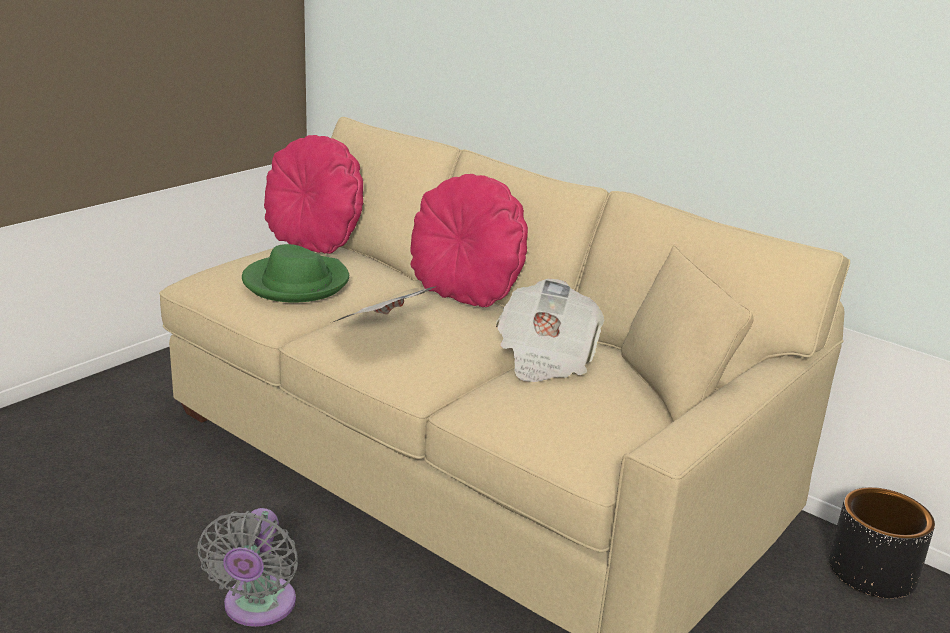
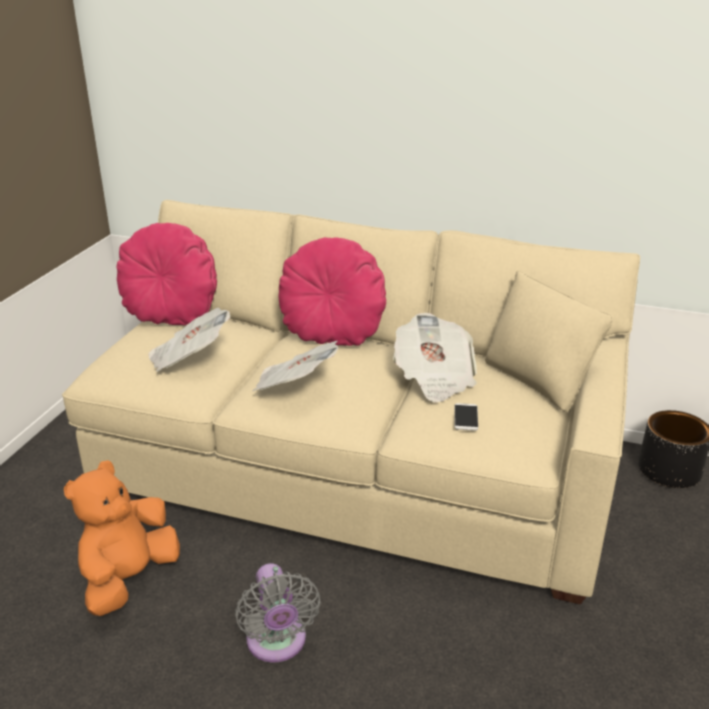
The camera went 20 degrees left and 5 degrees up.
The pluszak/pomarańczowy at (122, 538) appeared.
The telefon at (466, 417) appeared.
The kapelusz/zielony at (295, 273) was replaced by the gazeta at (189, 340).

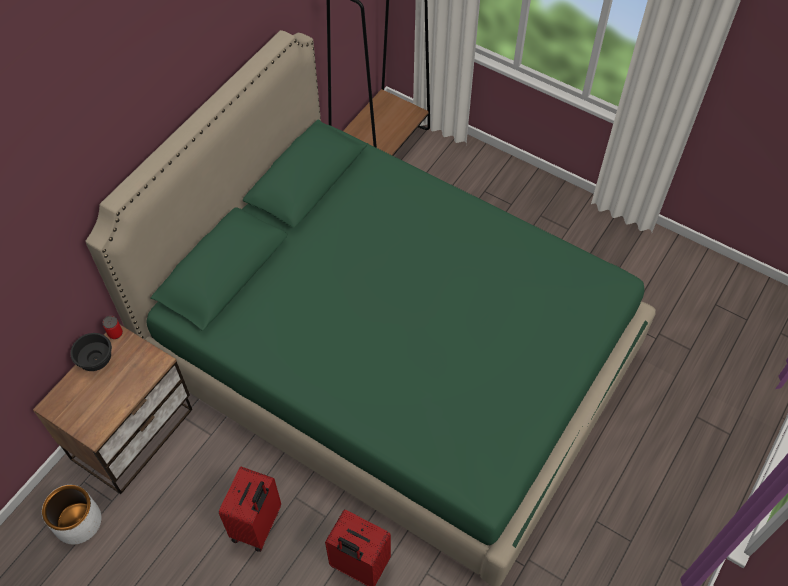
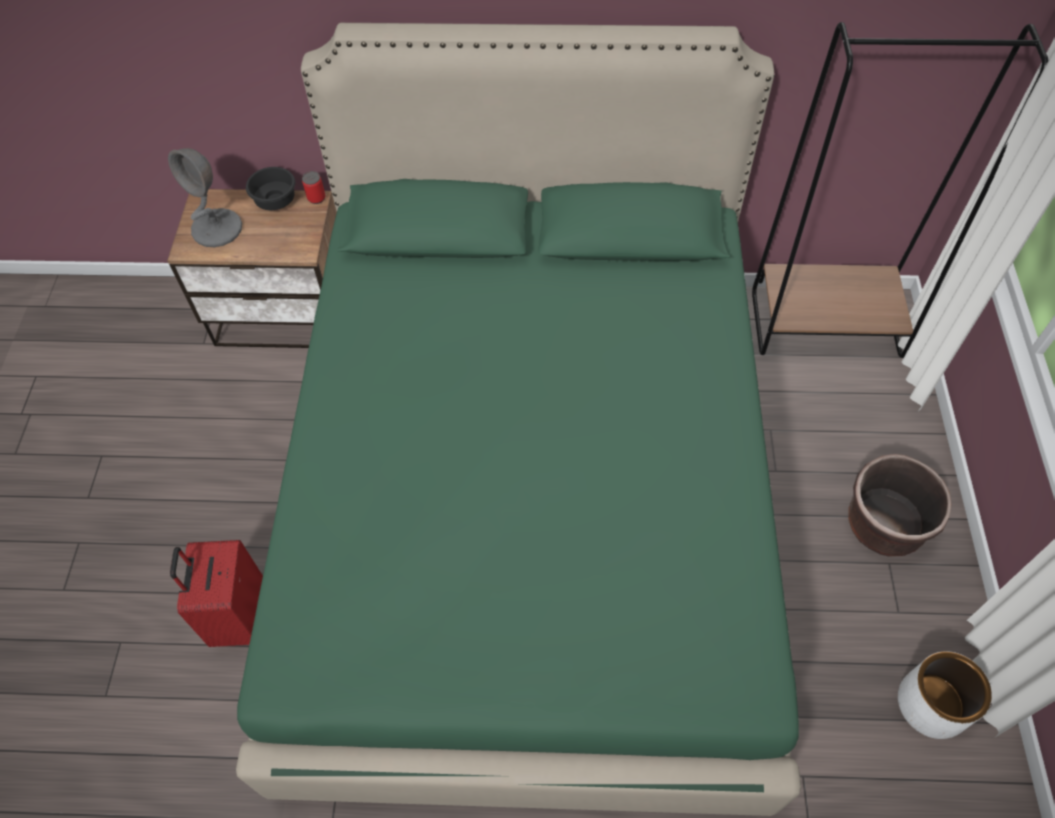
The camera went 60 degrees right and 0 degrees up.
The walizka/czerwony at (250, 509) disappeared.
The lampa stołowa/szary at (205, 197) appeared.
The donica/brązowy at (899, 505) appeared.
The donica/biały moved from (72, 515) to (945, 695).

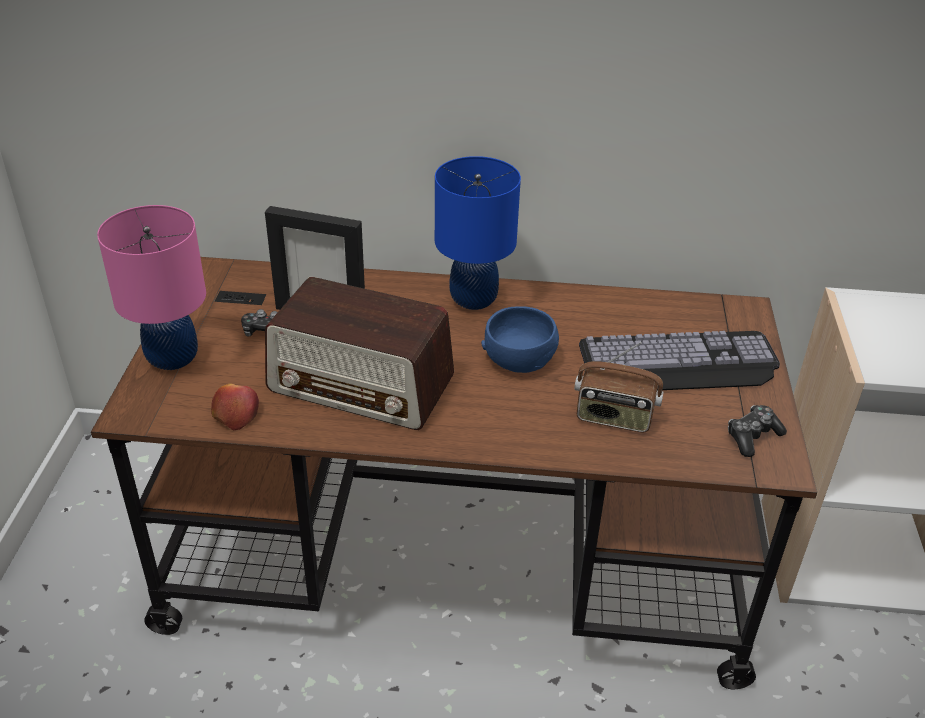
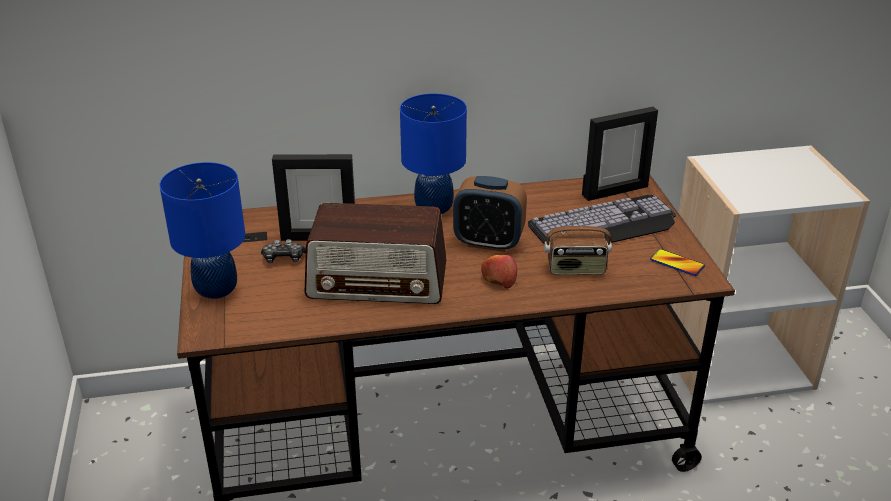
The camera went 15 degrees left and 5 degrees down.
The ramka na zdjęcie at (620, 154) appeared.
The jabłko moved from (235, 407) to (499, 272).
The miska/niebieski at (520, 339) was replaced by the budzik at (490, 214).
The pad do gier at (757, 431) was replaced by the telefon at (677, 262).
The lampa stołowa/różowy at (151, 287) became the lampa stołowa/niebieski at (202, 230).

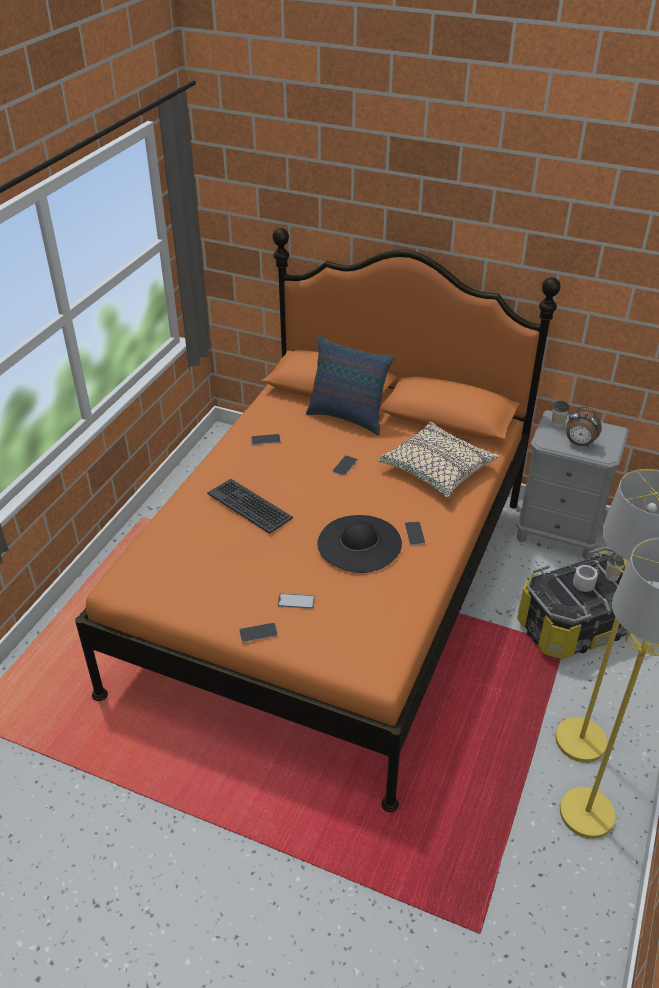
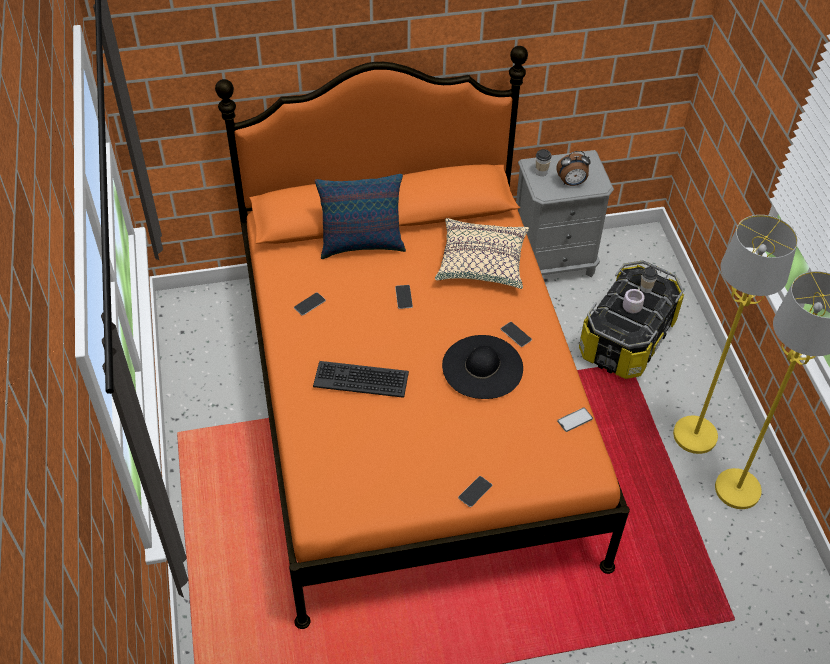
The camera went 35 degrees left and 10 degrees up.
The telefon moved from (296, 601) to (575, 420).

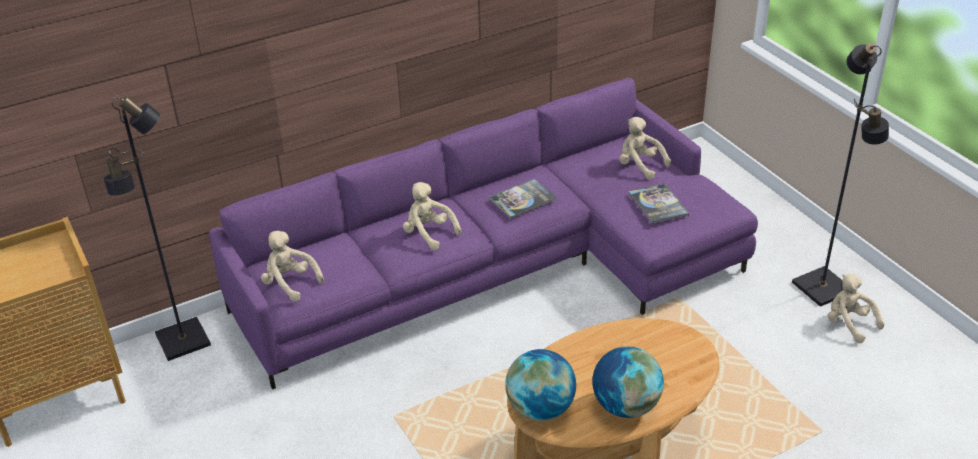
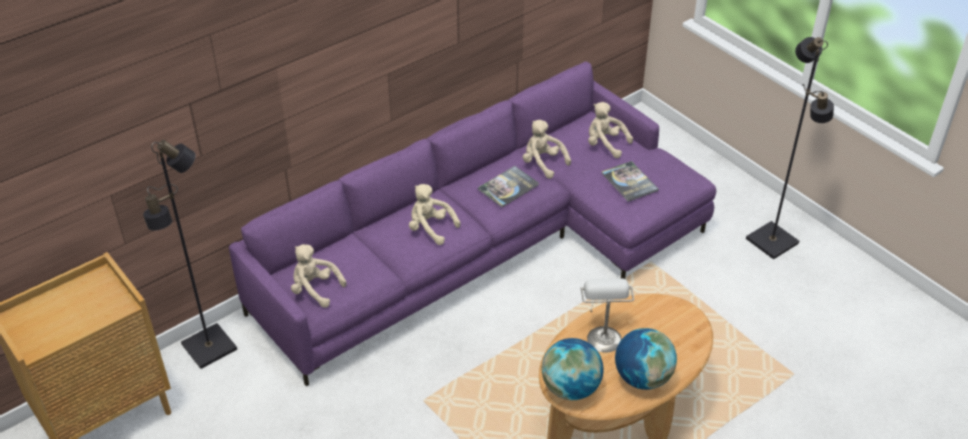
The camera went 10 degrees left and 5 degrees up.
The lampa stołowa/biały at (607, 315) appeared.
The pluszak/beżowy moved from (856, 308) to (547, 149).

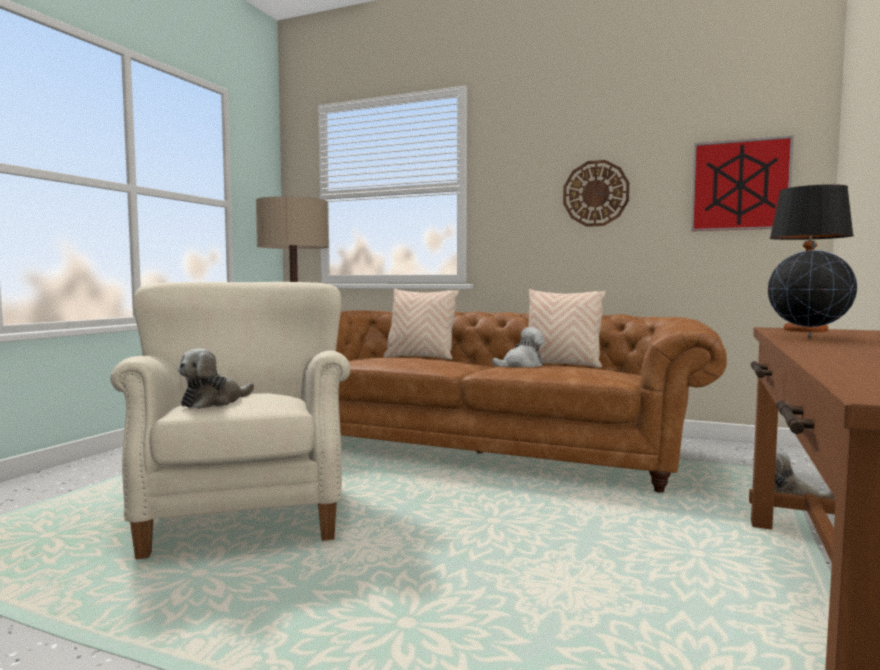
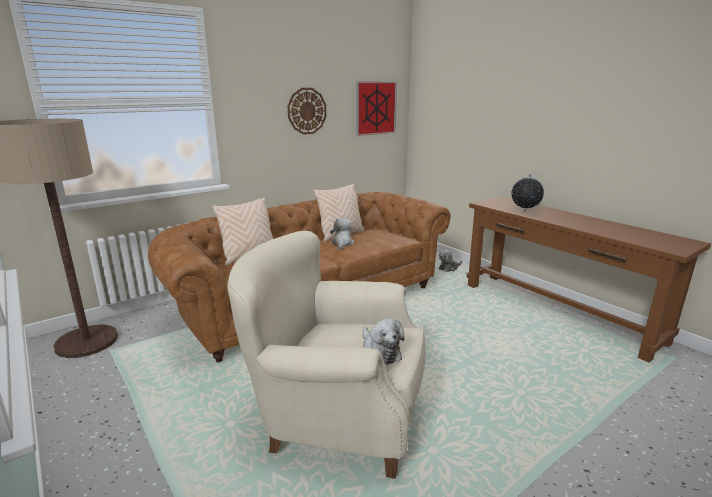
The camera went 60 degrees left and 15 degrees up.
The lampa stołowa at (812, 258) disappeared.

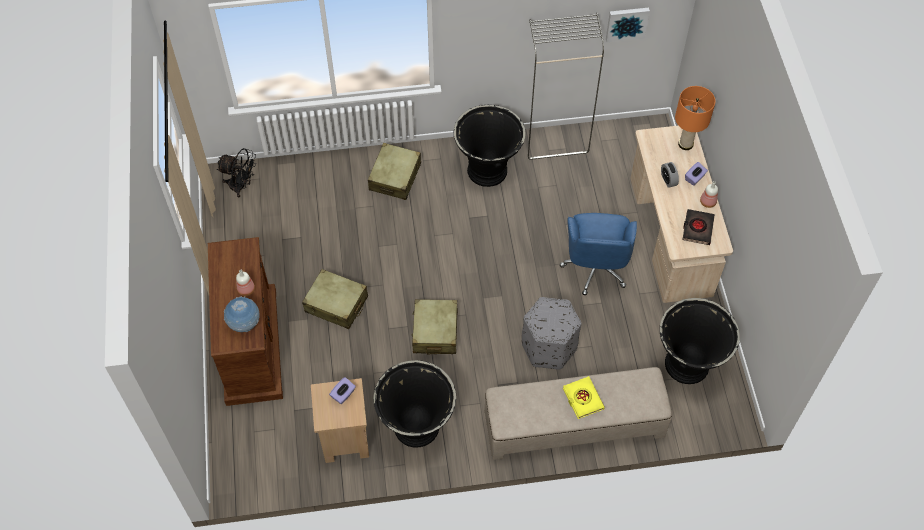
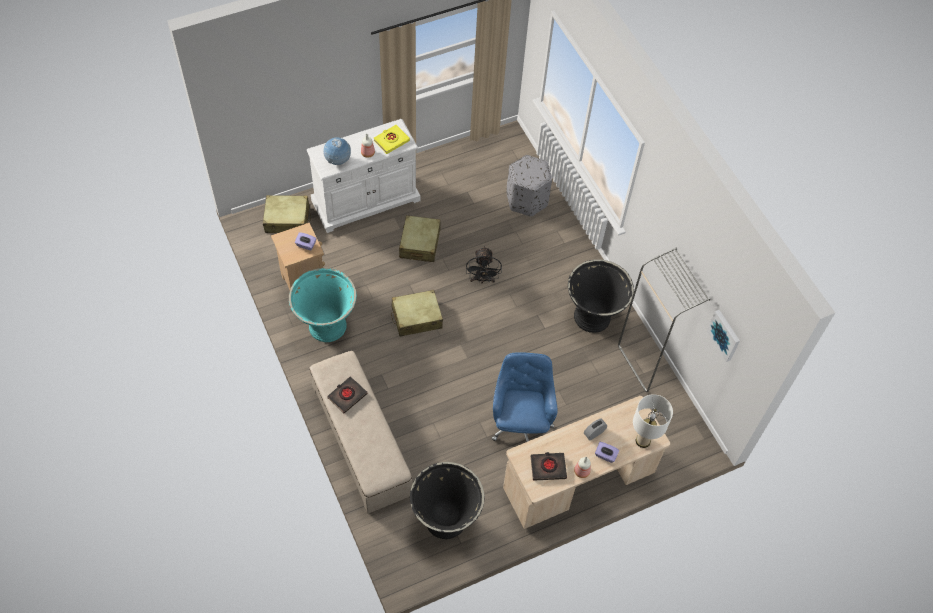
The camera went 70 degrees right and 0 degrees up.
The książka/czarny at (347, 394) appeared.
The wentylator/czarny moved from (236, 173) to (484, 265).
The walizka/beżowy moved from (394, 171) to (287, 214).
The pufa/szary moved from (551, 333) to (529, 185).
The książka/żółty moved from (584, 397) to (392, 139).
The komoda/brązowy at (245, 321) became the komoda/biały at (363, 176).
The donica/czarny at (414, 403) became the donica/turkusowy at (322, 305).
The lampa stołowa/pomarańczowy at (695, 118) became the lampa stołowa/biały at (653, 421).
The krzesło biurowe/niebieski at (598, 254) turned 105 degrees clockwise.

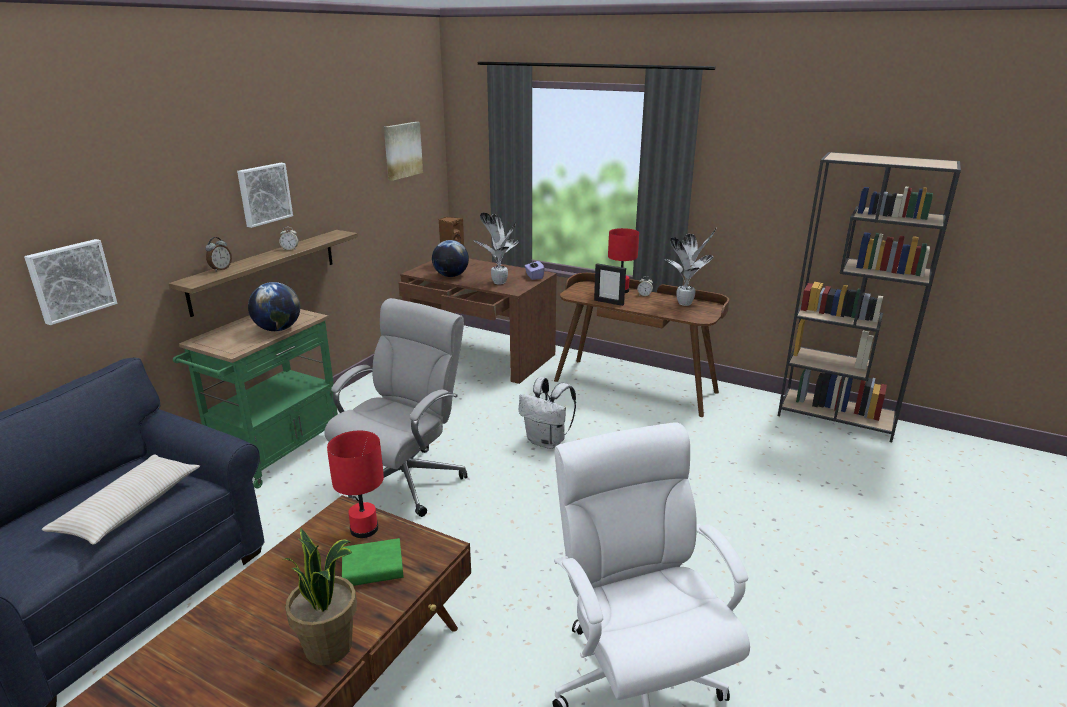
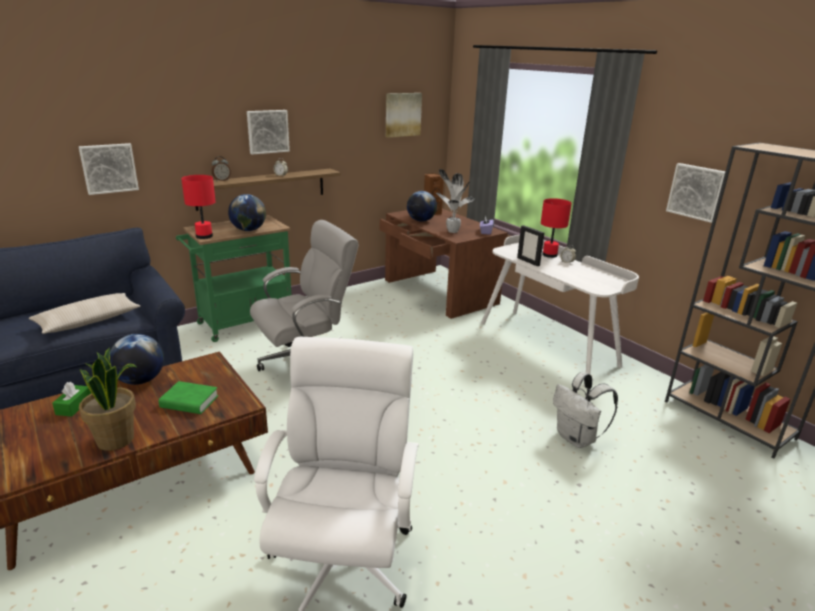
The camera went 25 degrees right and 0 degrees up.
The roślina doniczkowa at (691, 266) disappeared.
The pudełko chusteczek/zielony at (71, 399) appeared.
The globus at (137, 359) appeared.
The obraz at (695, 193) appeared.
The lampa stołowa/czerwony moved from (355, 484) to (198, 207).
The plecak/biały moved from (547, 413) to (585, 410).
The biurko/brązowy at (642, 345) became the biurko/biały at (560, 304).

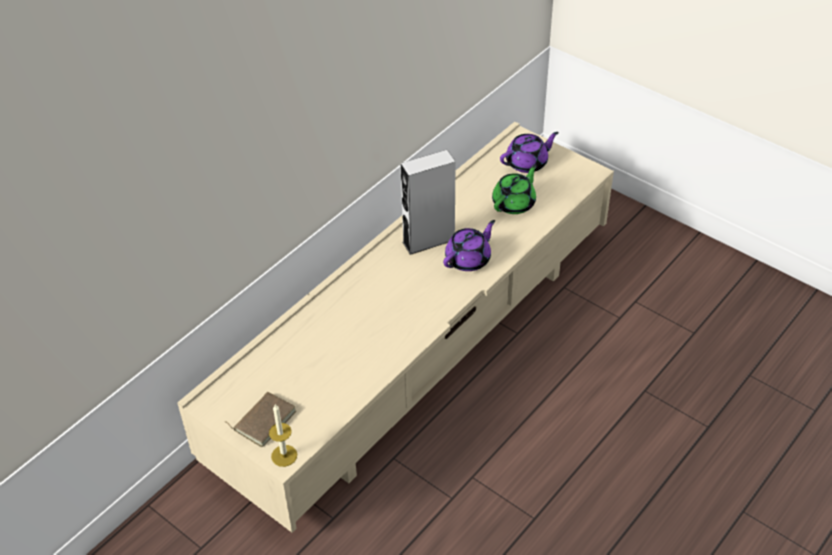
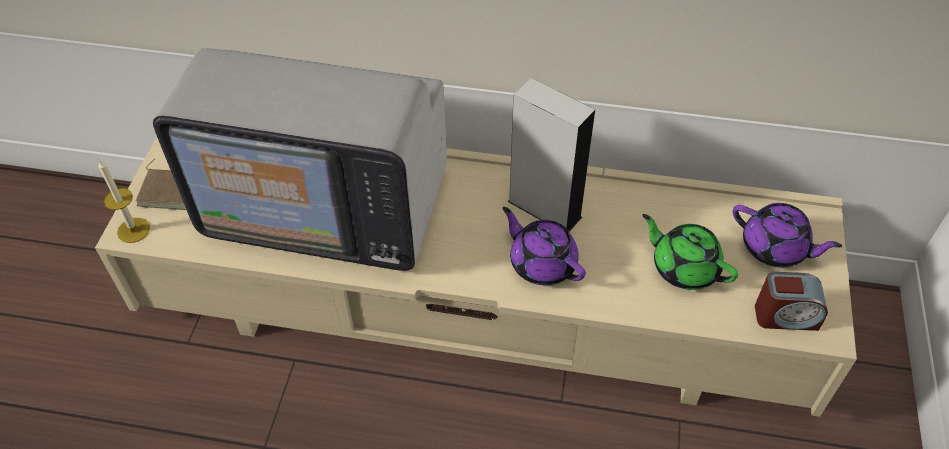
The camera went 60 degrees right and 5 degrees up.
The telewizor at (300, 159) appeared.
The budzik at (791, 301) appeared.
The imbryk/fioletowy at (469, 245) turned 150 degrees counterclockwise.
The imbryk/zielony at (514, 189) turned 150 degrees counterclockwise.

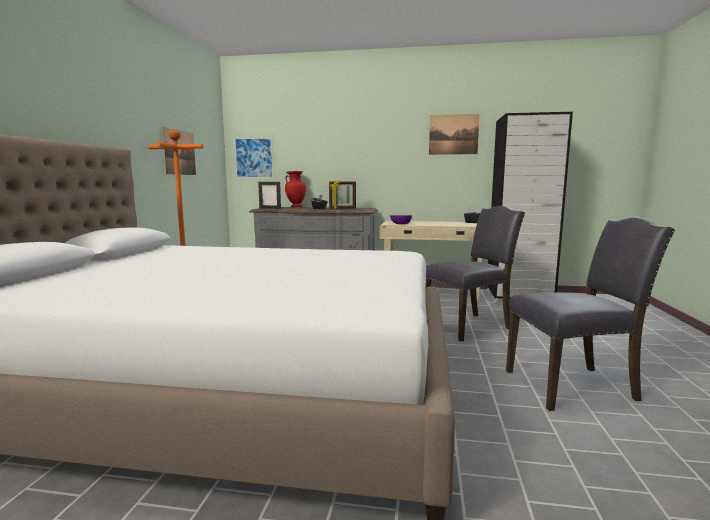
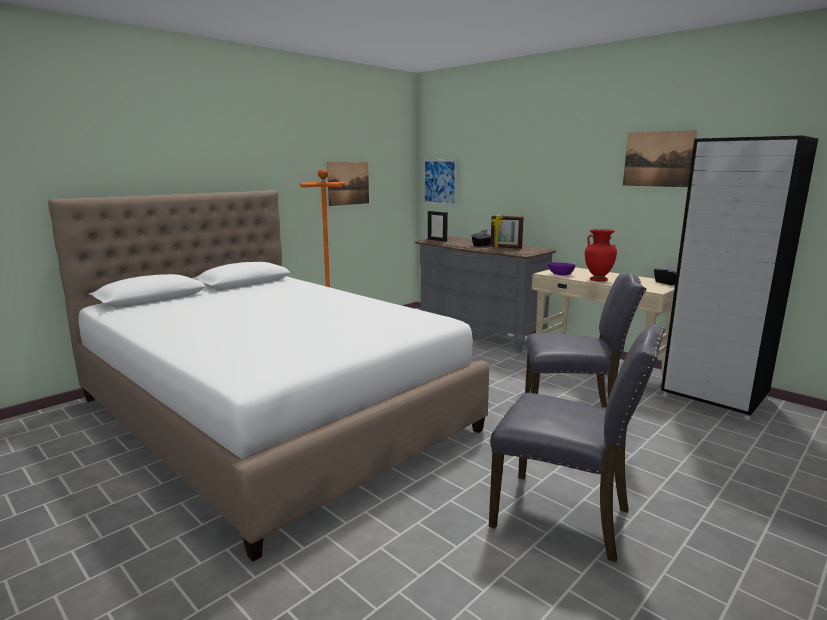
The camera went 35 degrees right and 5 degrees up.
The wazon/czerwony moved from (295, 189) to (601, 255).

